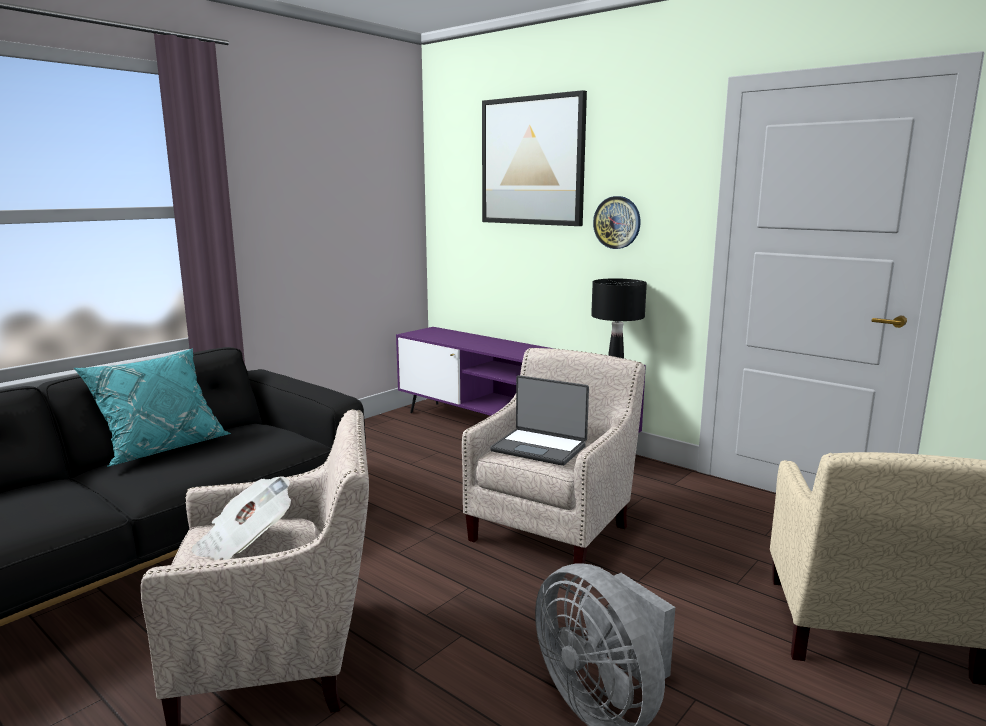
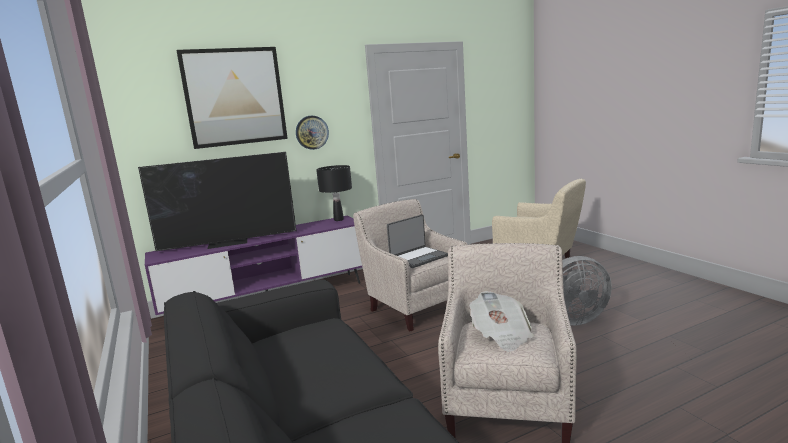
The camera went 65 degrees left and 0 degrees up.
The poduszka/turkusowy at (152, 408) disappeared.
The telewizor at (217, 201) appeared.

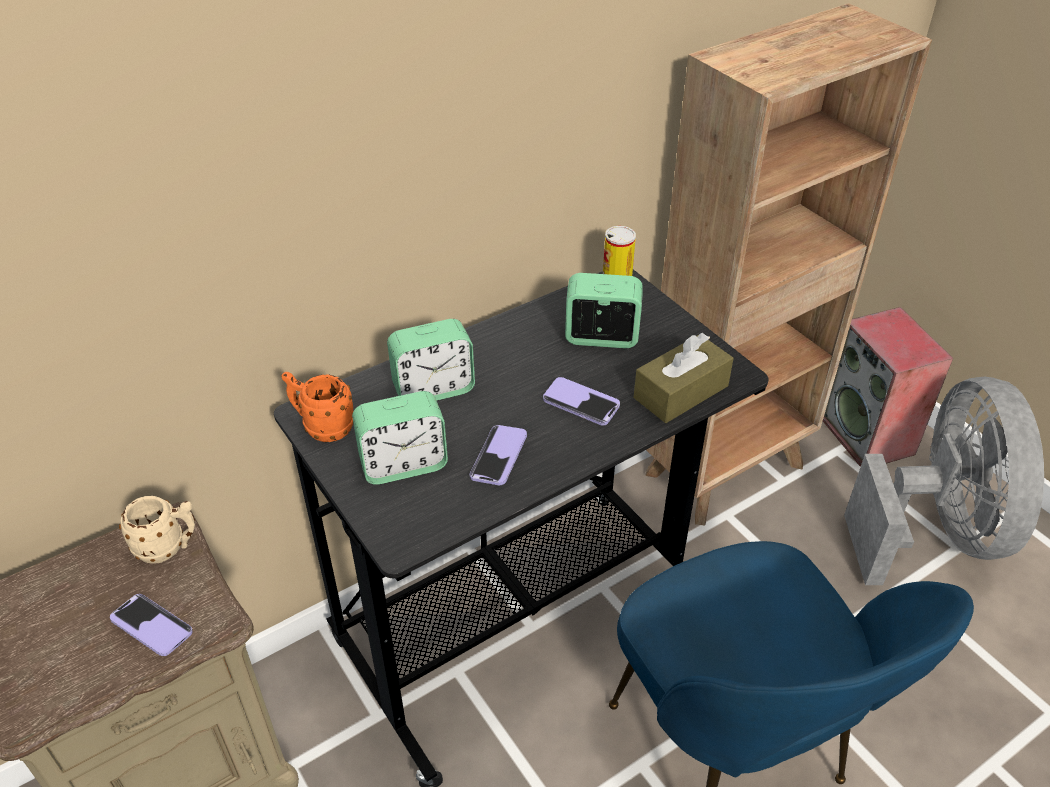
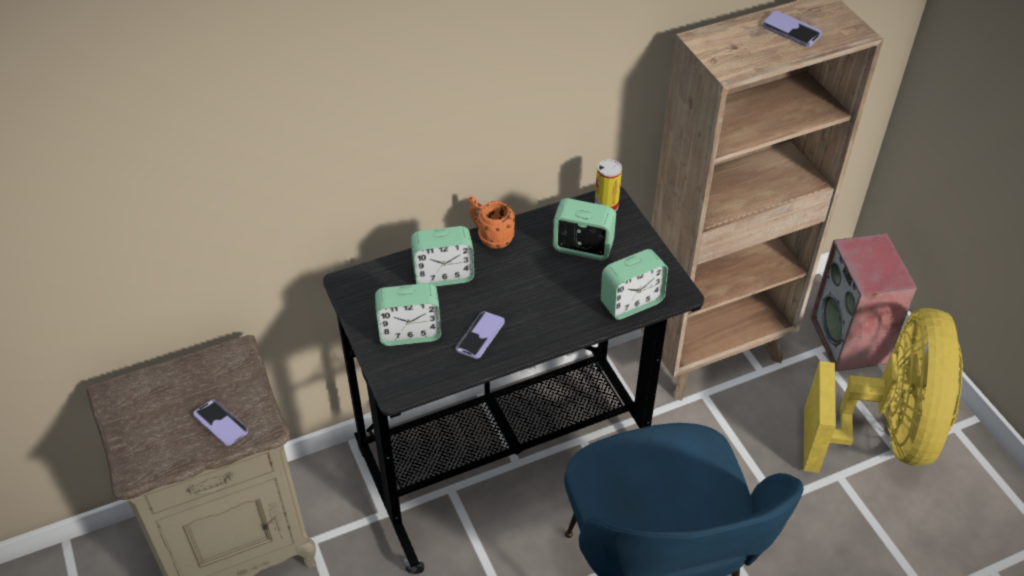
The camera went 10 degrees right and 5 degrees up.
The kubek/beżowy at (157, 530) disappeared.
The kubek/pomarańczowy moved from (317, 407) to (491, 222).
The telefon moved from (581, 401) to (792, 29).
The pudełko chusteczek/brązowy at (684, 378) was replaced by the budzik at (634, 284).
The wentylator/szary at (944, 481) became the wentylator/żółty at (883, 390).

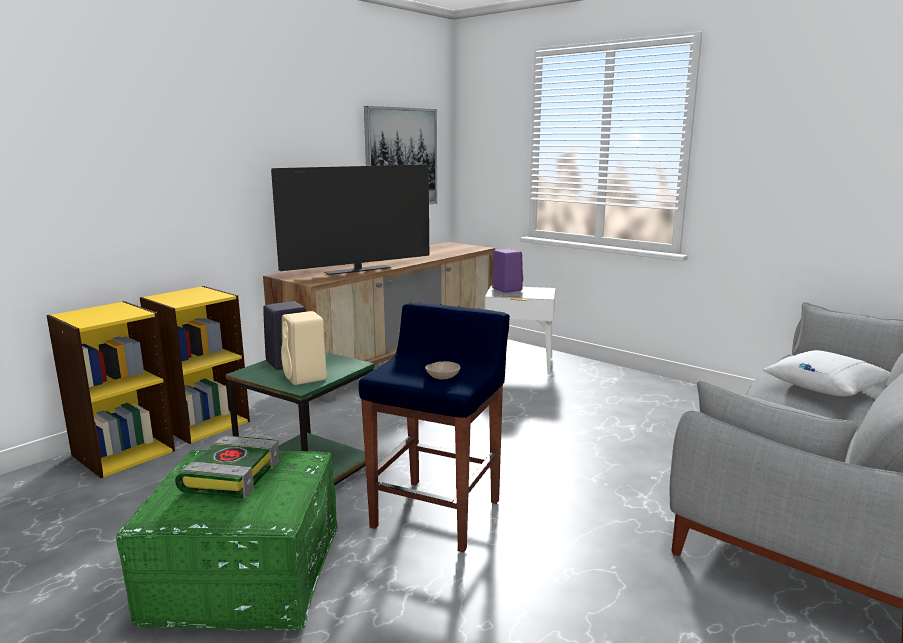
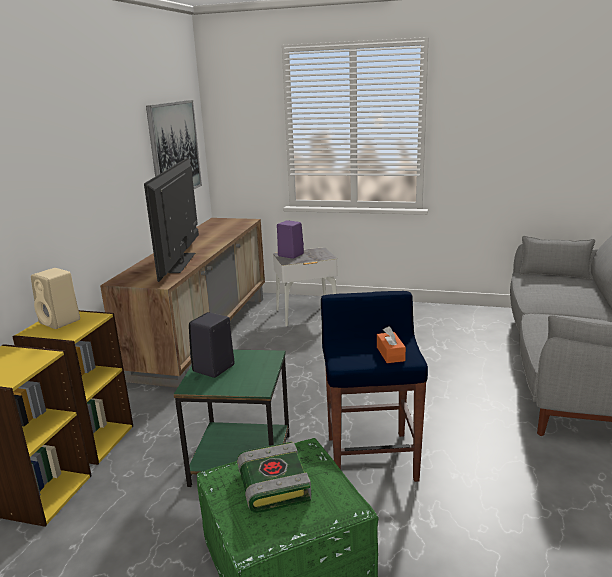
The camera went 25 degrees left and 5 degrees up.
The poduszka/szary at (826, 373) disappeared.
The głośnik/beżowy moved from (304, 348) to (55, 298).
The miska/beżowy at (443, 370) was replaced by the pudełko chusteczek/pomarańczowy at (391, 344).
The telewizor at (350, 219) turned 150 degrees clockwise.

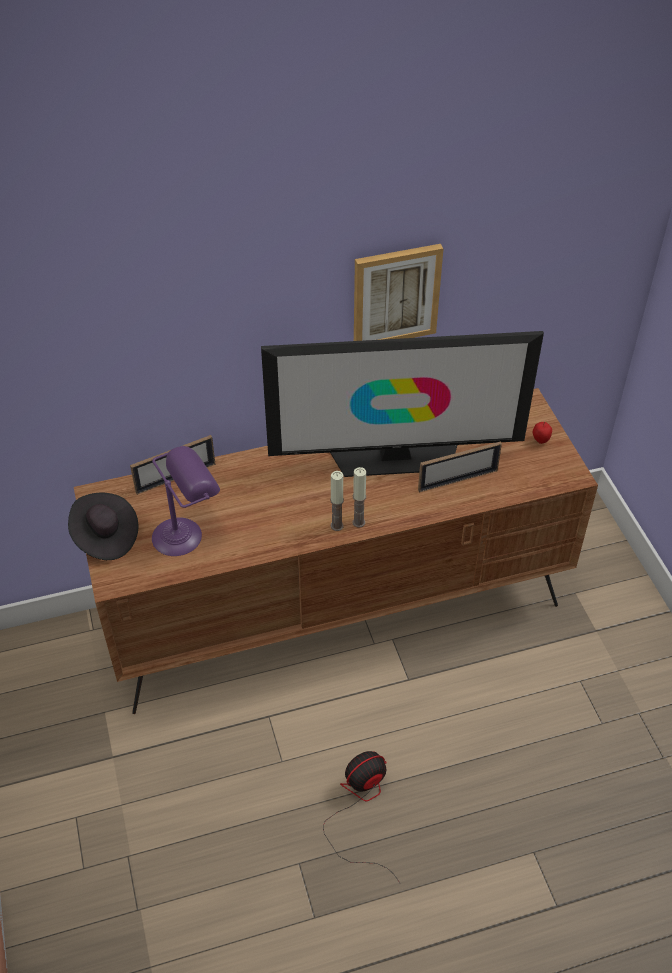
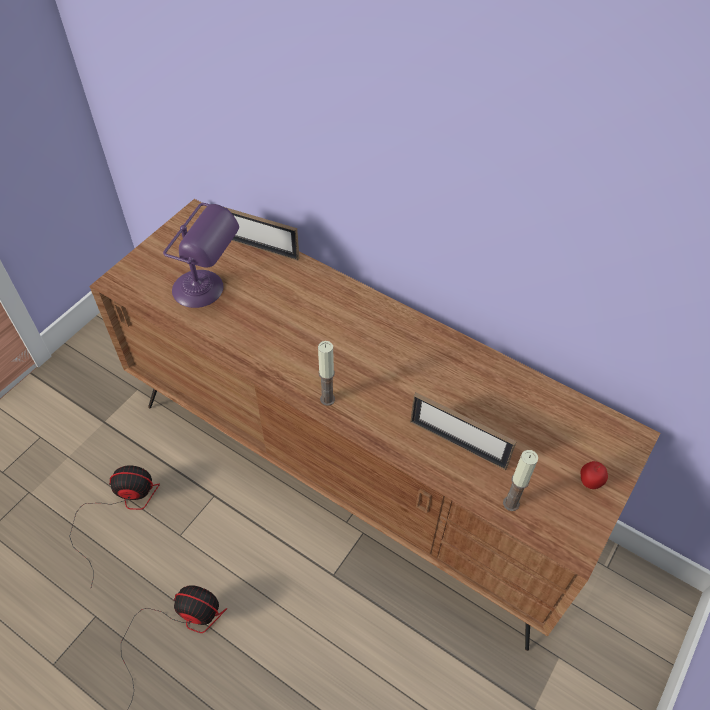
The camera went 50 degrees right and 5 degrees up.
The kapelusz/czarny at (103, 526) disappeared.
The telewizor at (402, 404) disappeared.
The obraz at (399, 292) disappeared.
The wentylator at (114, 526) appeared.
The świeca moved from (337, 501) to (520, 480).

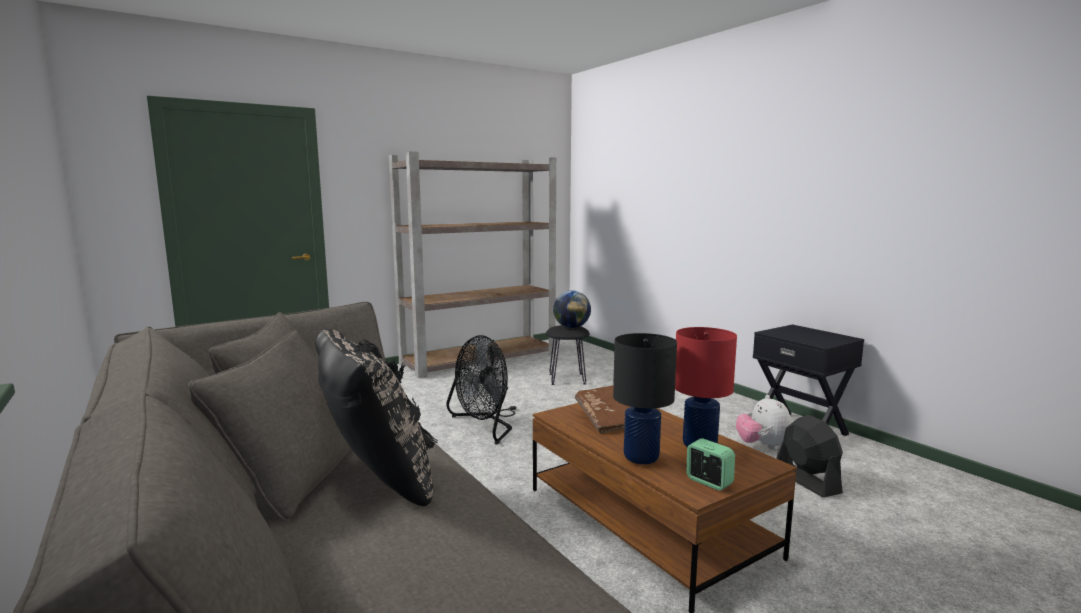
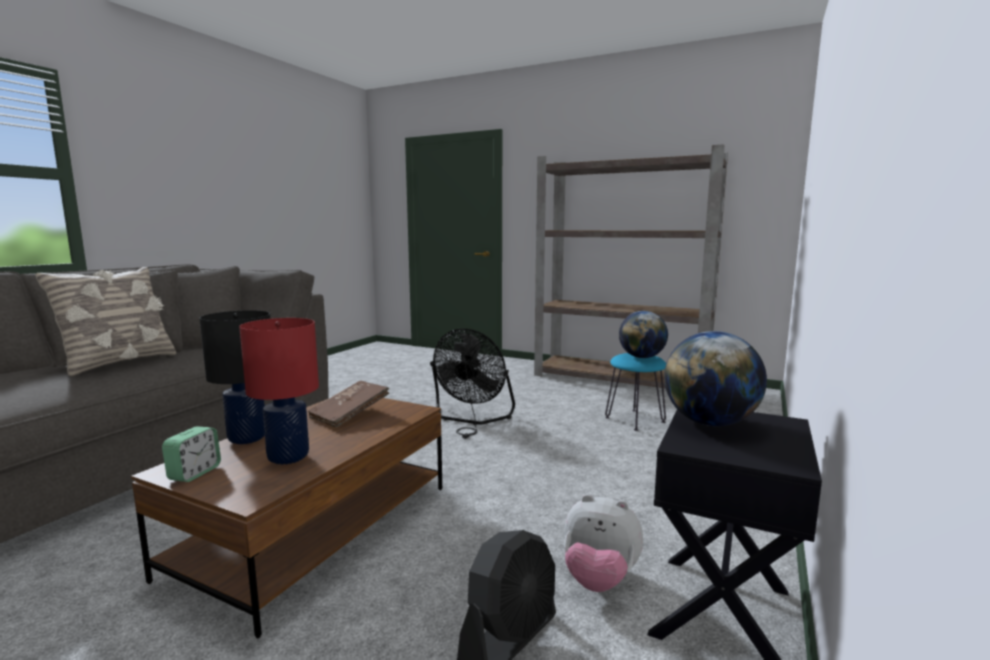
The camera went 60 degrees right and 0 degrees up.
The globus at (715, 378) appeared.
The poduszka/czarny at (377, 417) became the poduszka/beżowy at (106, 321).
The stołek/czarny at (568, 355) became the stołek/turkusowy at (635, 392).
The wentylator/czarny at (481, 390) turned 90 degrees clockwise.
The pluszak at (764, 422) turned 120 degrees counterclockwise.

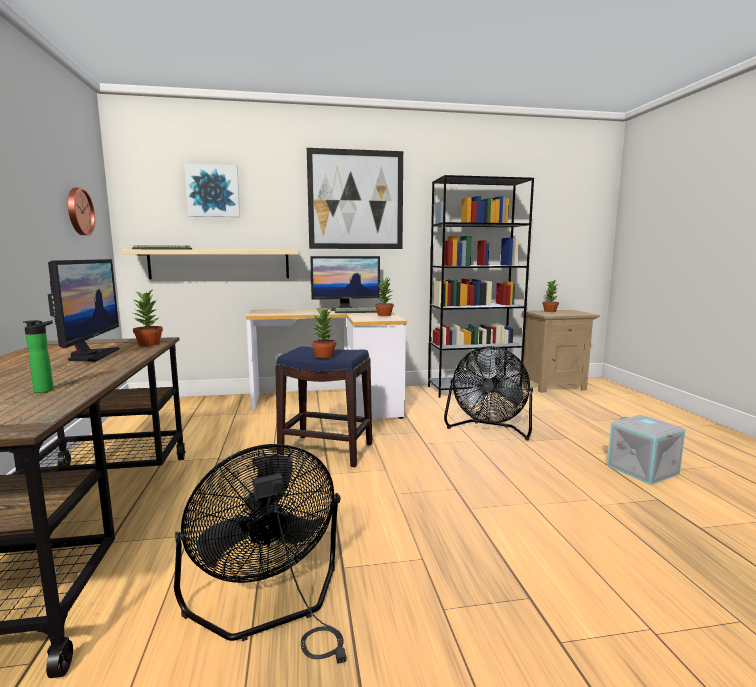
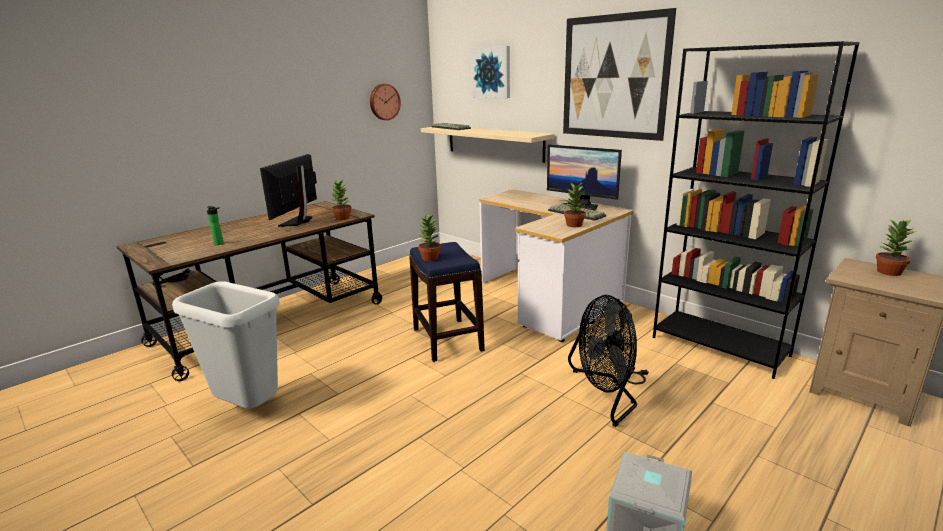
The camera went 55 degrees right and 10 degrees up.
The wentylator/czarny at (260, 554) was replaced by the kosz na śmieci/szary at (226, 344).
The monitor at (83, 310) turned 150 degrees clockwise.

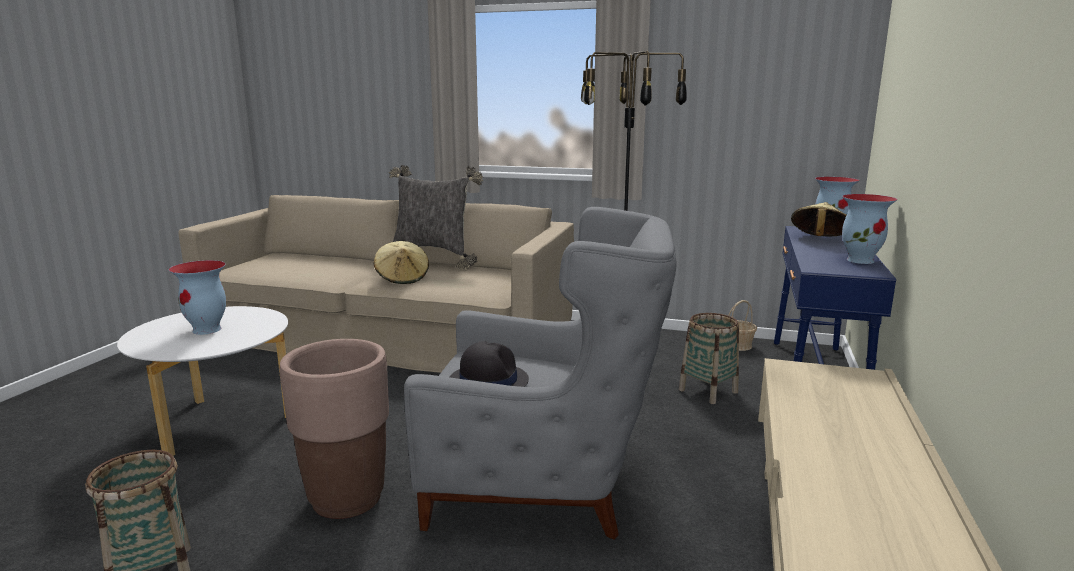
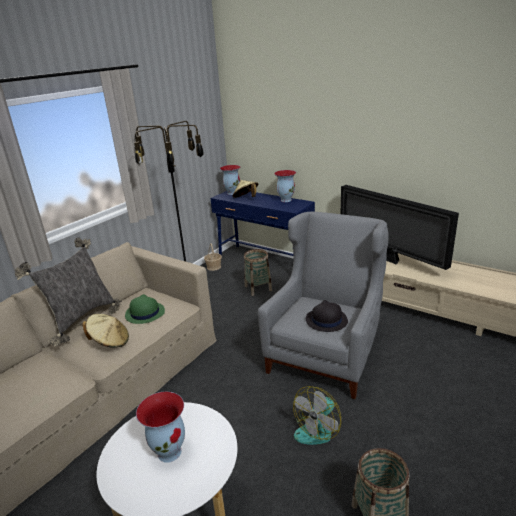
The camera went 70 degrees left and 10 degrees up.
The kapelusz/zielony at (145, 309) appeared.
The telewizor at (399, 227) appeared.
The donica/brązowy at (334, 429) was replaced by the wentylator at (317, 415).

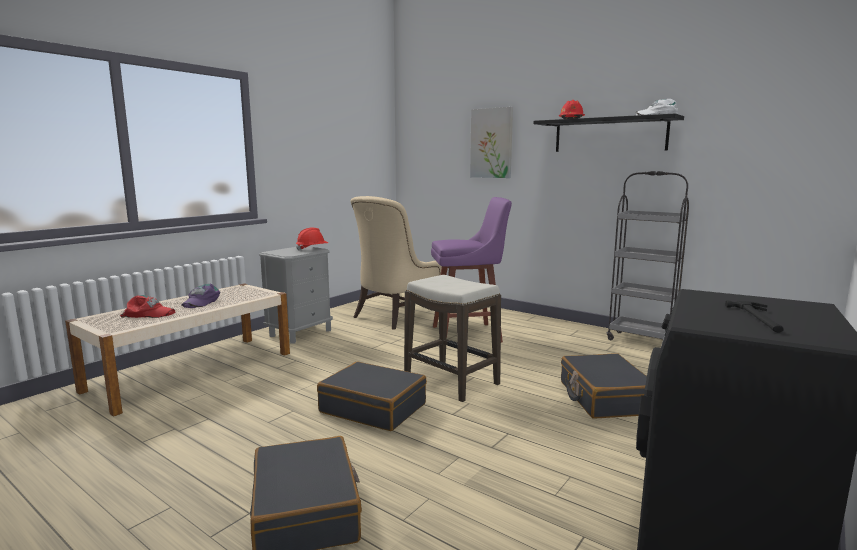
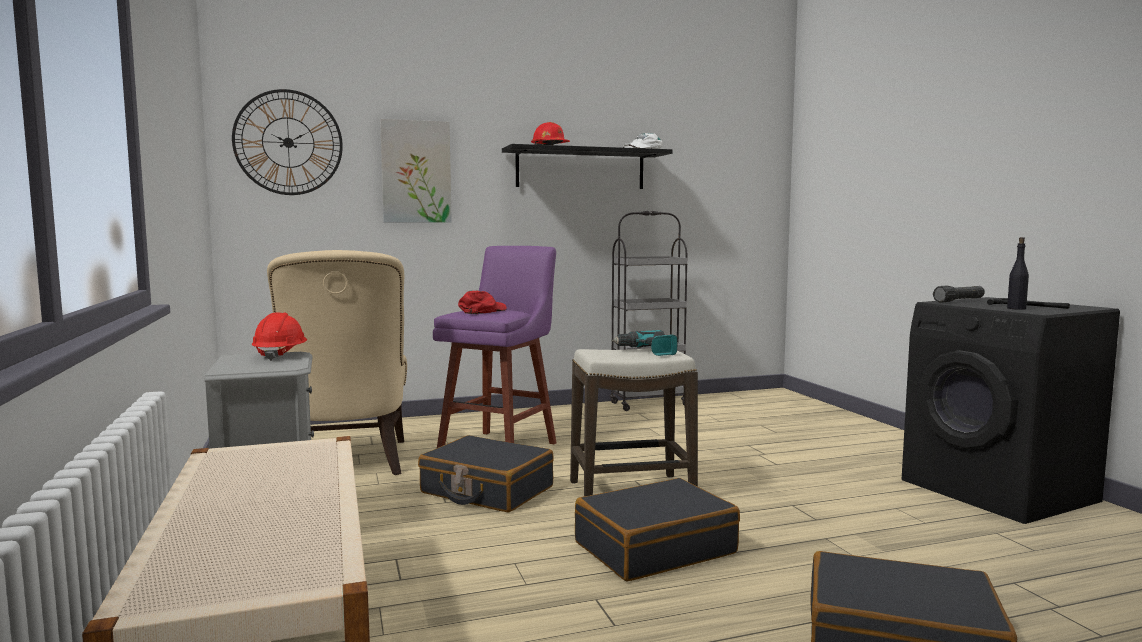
The camera went 55 degrees left and 5 degrees down.
The czapka z daszkiem/fioletowy at (200, 296) disappeared.
The zegar ścienny at (287, 142) appeared.
The wiertarka at (644, 343) appeared.
The latarka/czarny at (959, 294) appeared.
The butelka/czarny at (1018, 273) appeared.
The czapka z daszkiem/czerwony moved from (148, 306) to (482, 302).
The walizka/czarny moved from (604, 386) to (486, 474).

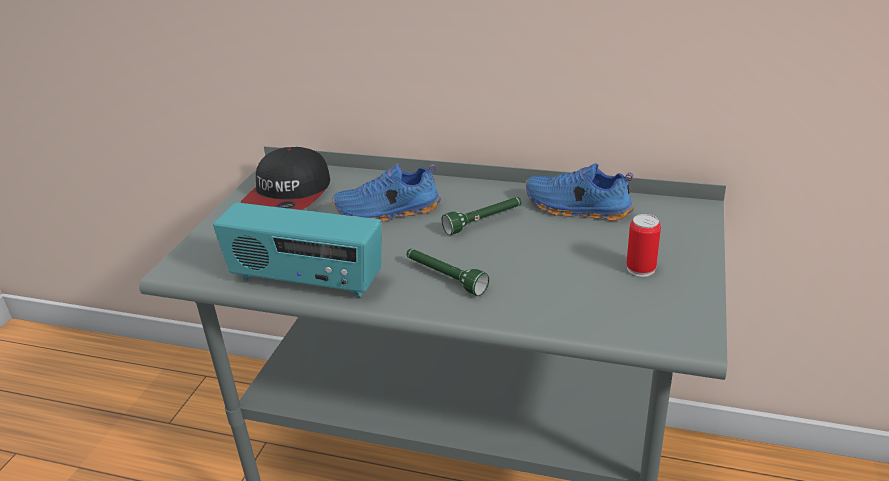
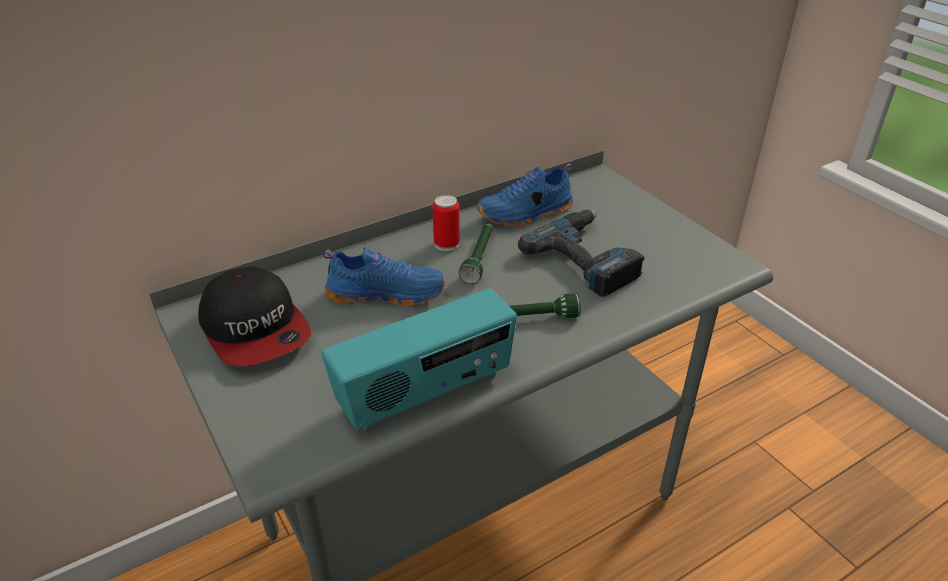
The camera went 50 degrees left and 5 degrees up.
The wiertarka at (581, 253) appeared.
The puszka moved from (643, 245) to (446, 223).
The but/niebieski at (386, 193) turned 120 degrees counterclockwise.

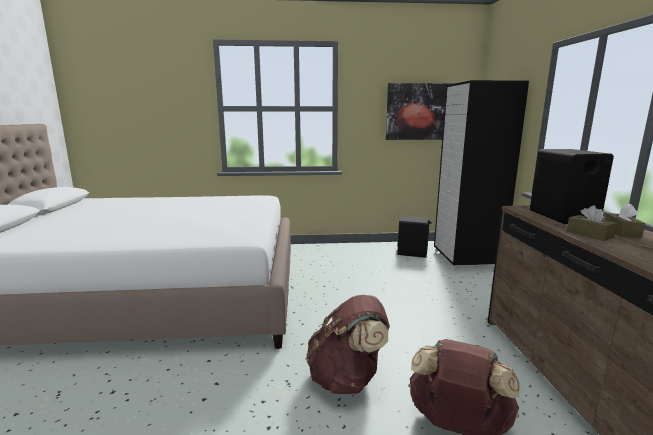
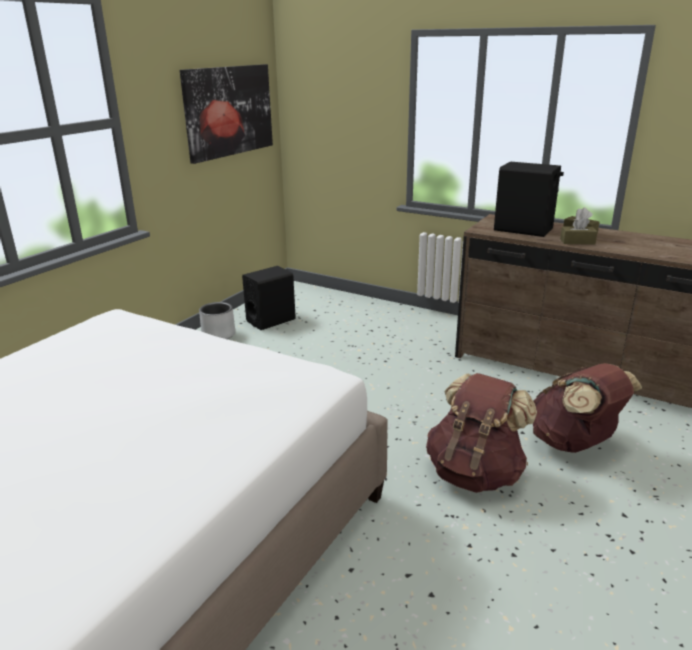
The camera went 55 degrees left and 10 degrees up.
The szafa at (481, 175) disappeared.
The donica/szary at (217, 320) appeared.

